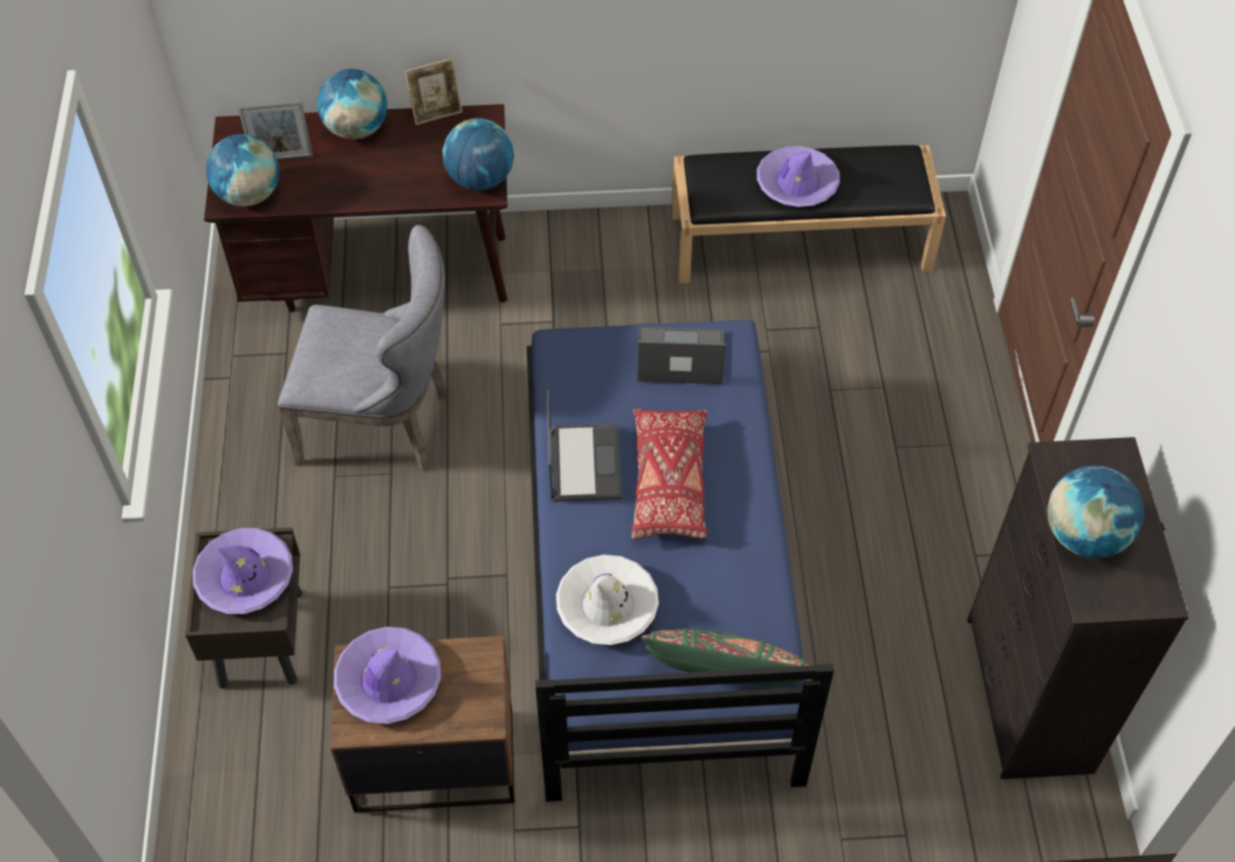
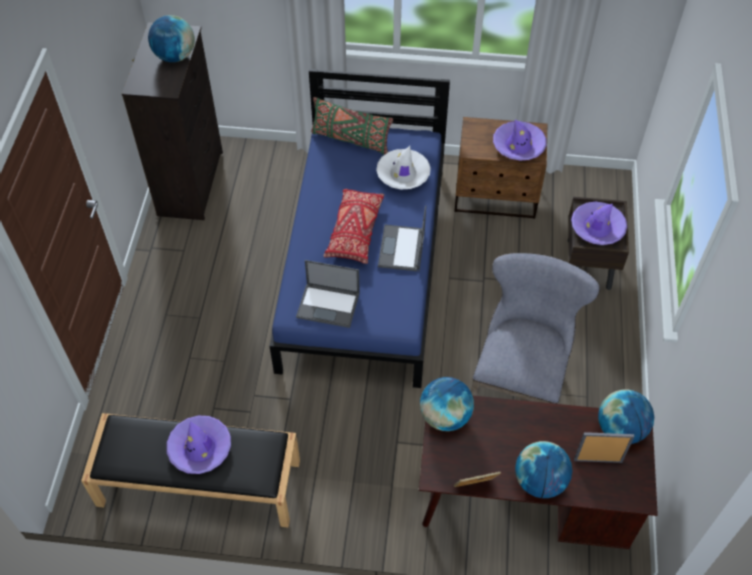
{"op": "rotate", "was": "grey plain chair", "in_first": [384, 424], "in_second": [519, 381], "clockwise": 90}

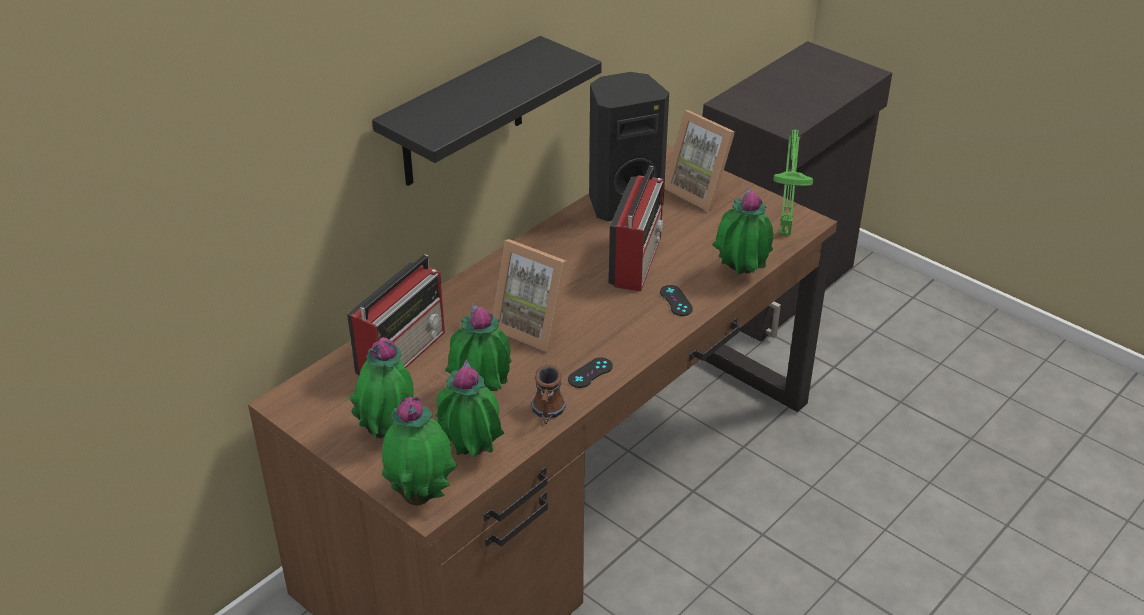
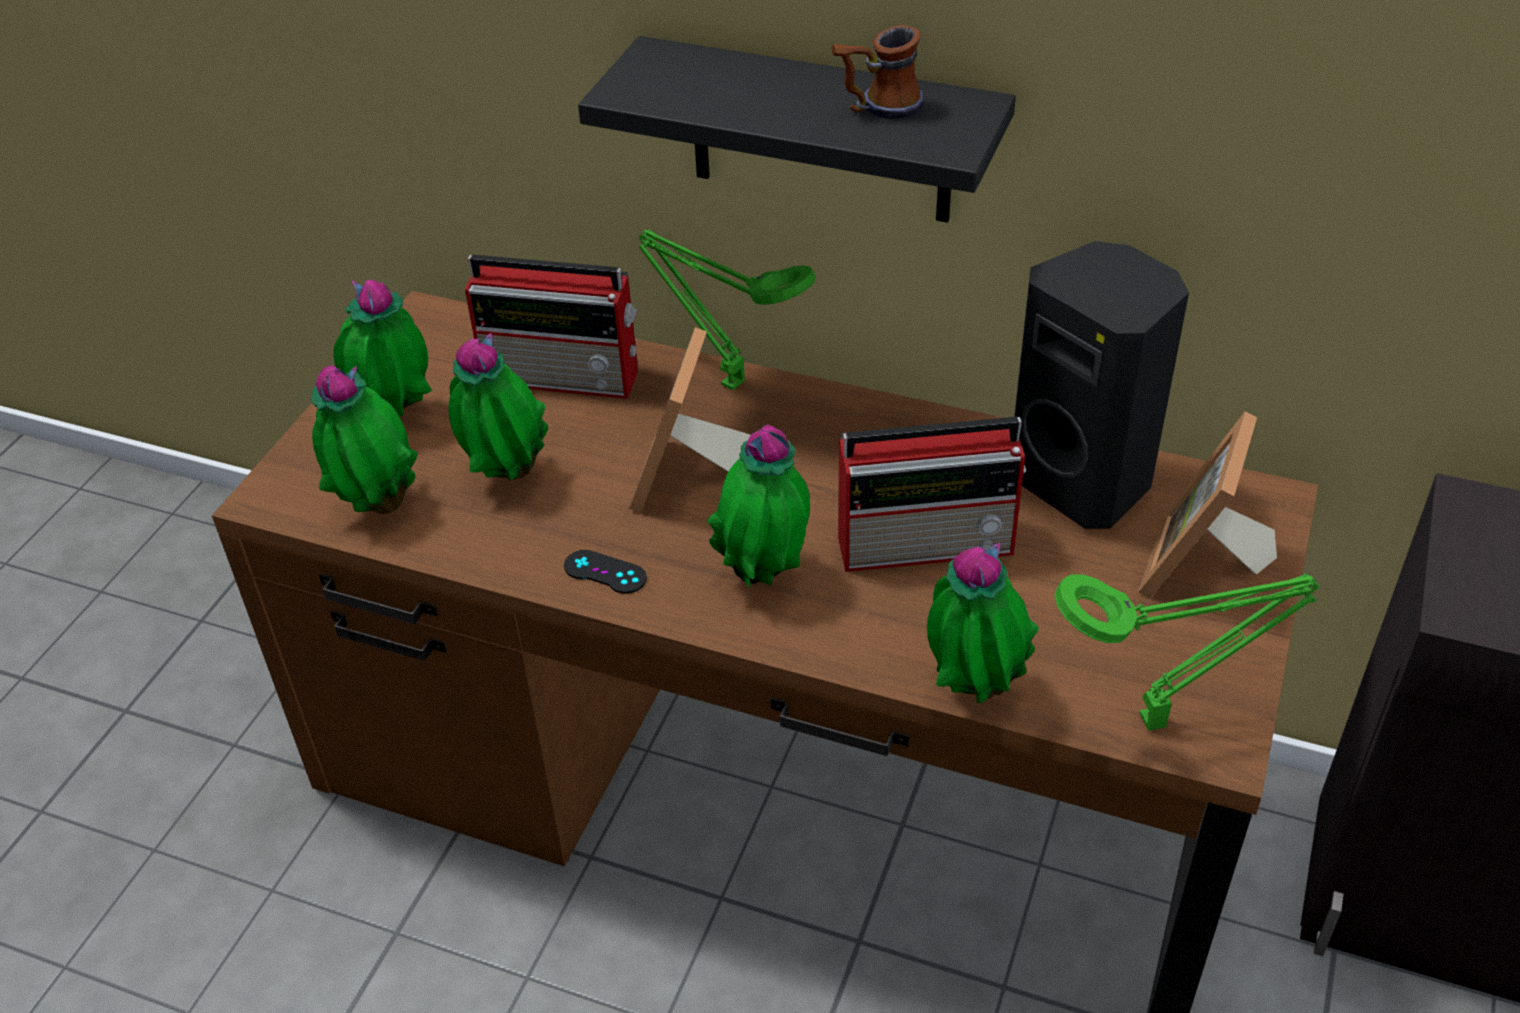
{"op": "delete", "was": "black gamepad", "in_first": [676, 300]}
{"op": "move", "was": "mug", "in_first": [547, 414], "in_second": [877, 108]}
{"op": "move", "was": "potted plant", "in_first": [422, 496], "in_second": [765, 577]}
{"op": "insert", "now": "greenish table lamp", "in_second": [727, 382]}

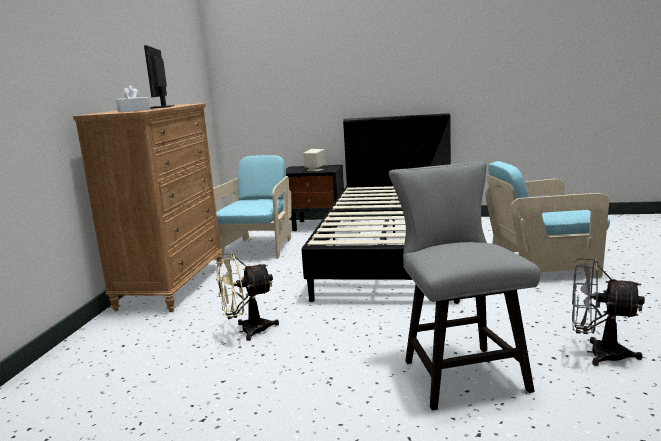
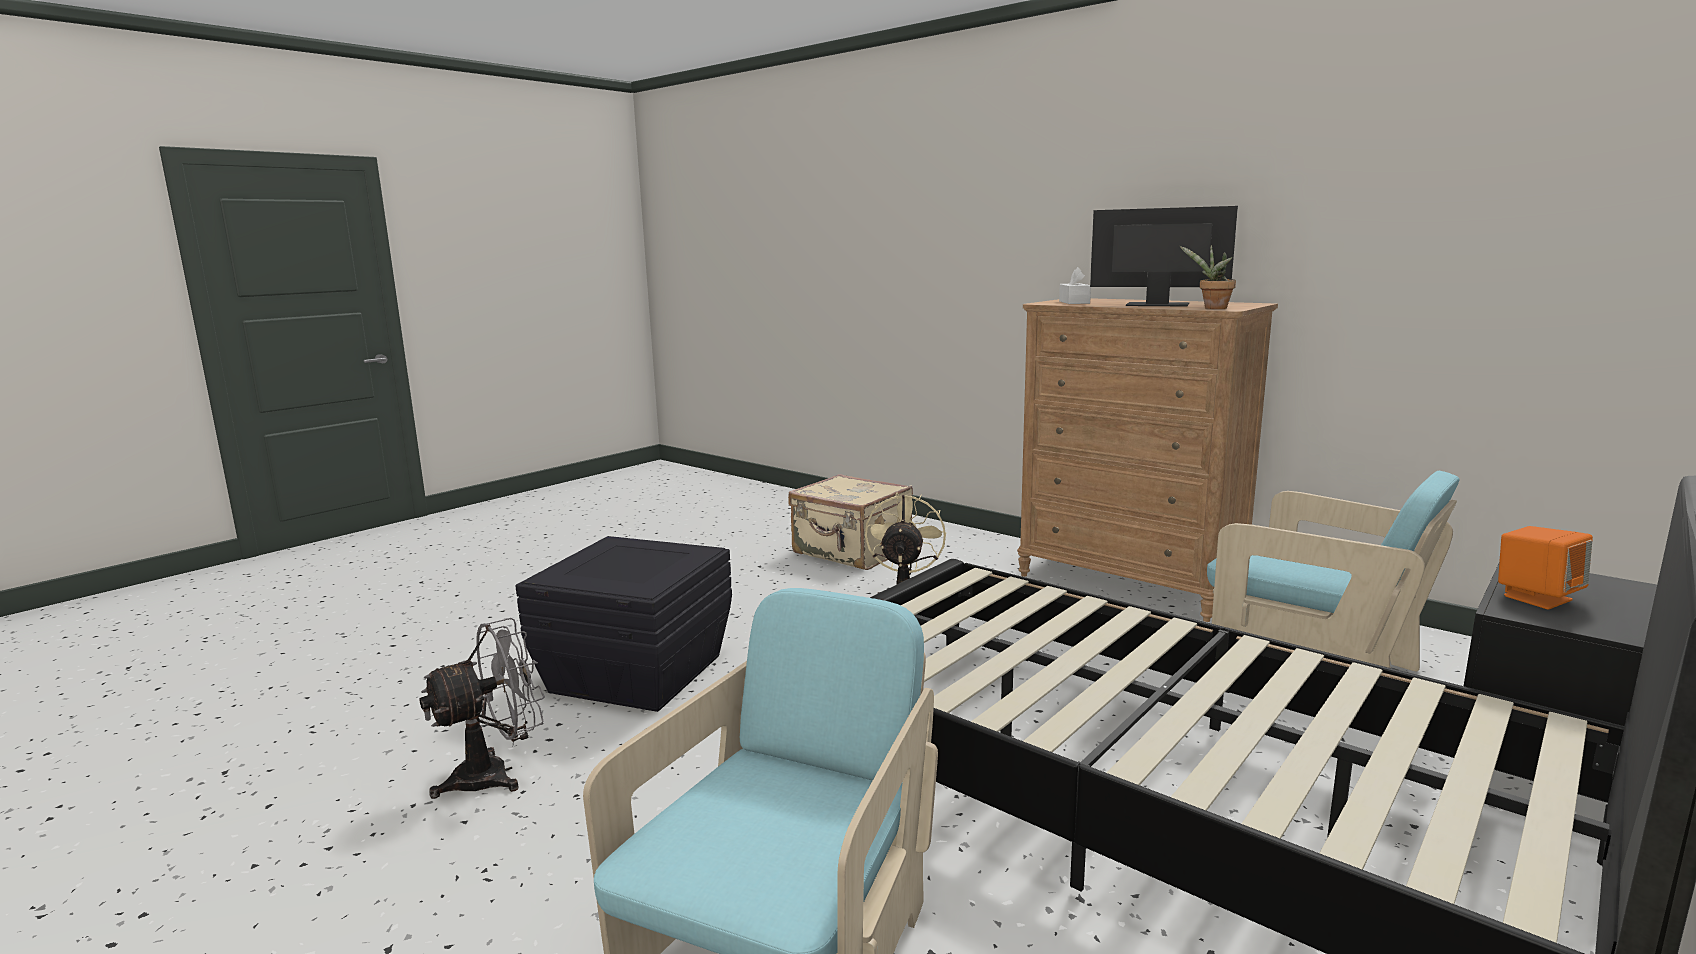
{"op": "recolor", "was": "beige-coloured loudspeaker", "now": "orangey loudspeaker", "in_first": [315, 170], "in_second": [1537, 597]}
{"op": "replace", "was": "grey plain chair", "now": "black storage bin", "in_first": [459, 371], "in_second": [634, 674]}
{"op": "insert", "now": "potted plant", "in_second": [1212, 308]}
{"op": "insert", "now": "beige-coloured suitcase", "in_second": [851, 552]}

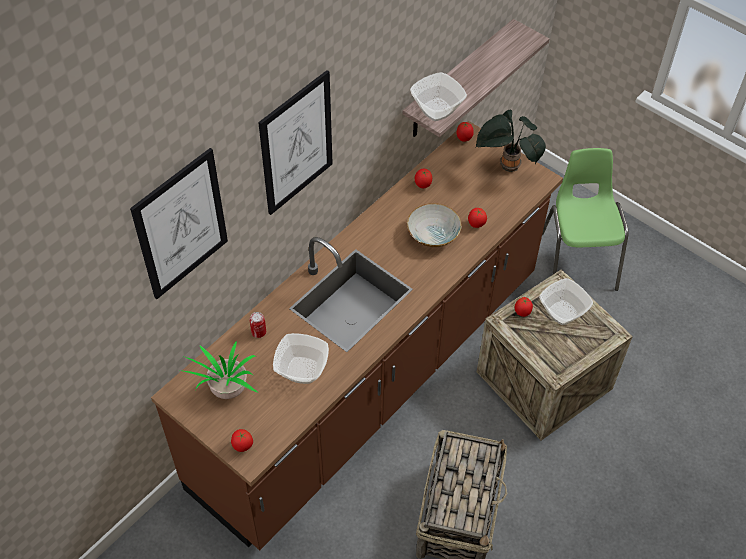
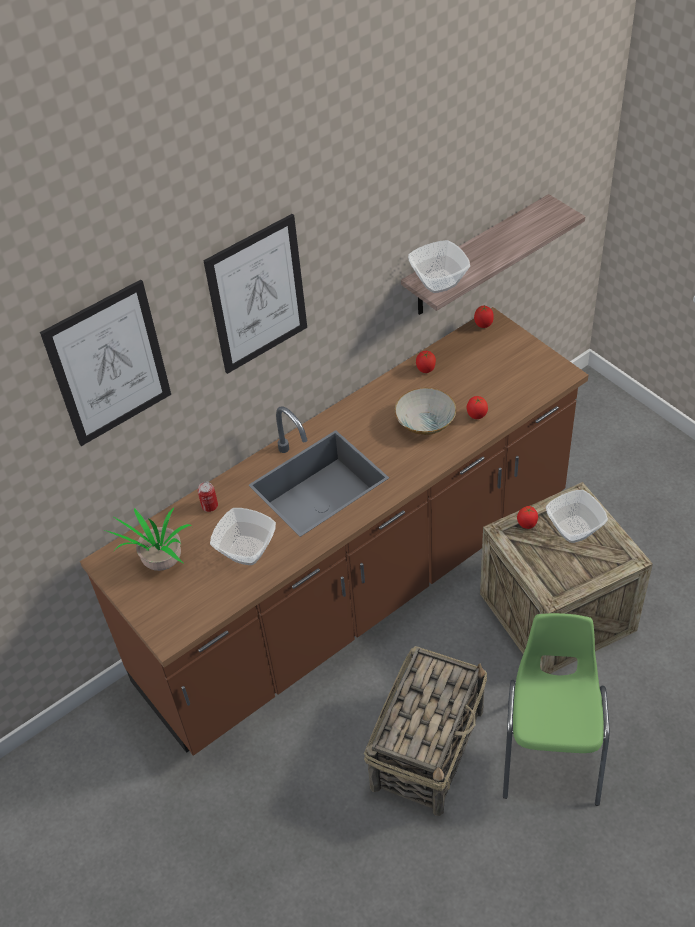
{"op": "delete", "was": "potted plant", "in_first": [507, 166]}
{"op": "move", "was": "greenish plain chair", "in_first": [577, 260], "in_second": [551, 751]}
{"op": "delete", "was": "tomato", "in_first": [243, 446]}

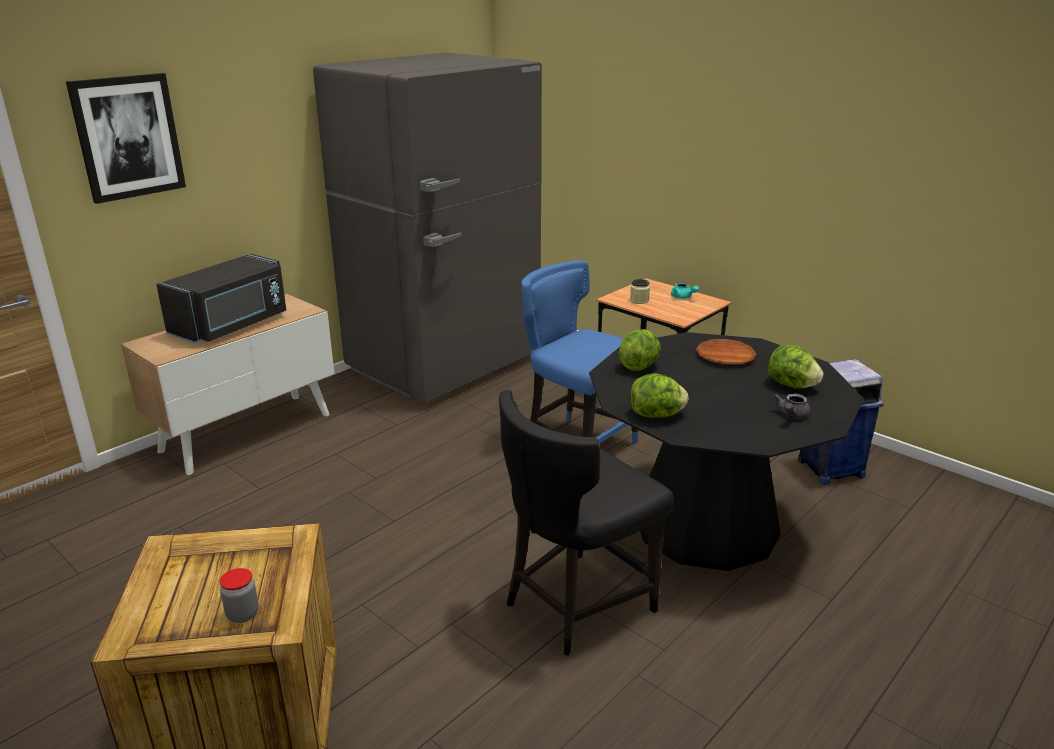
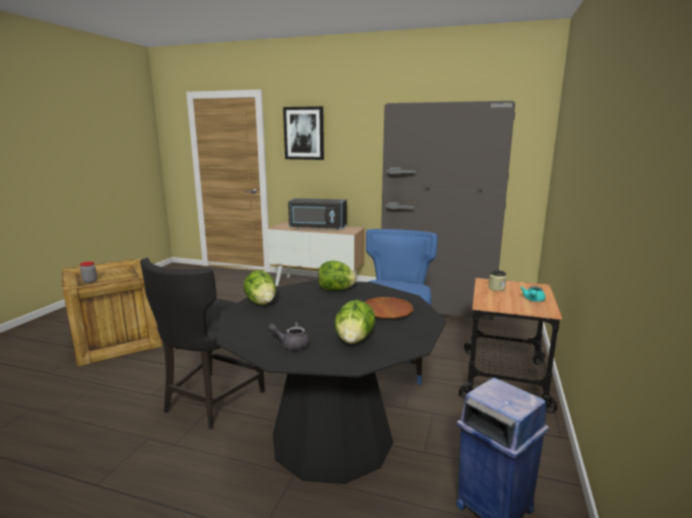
{"op": "rotate", "was": "black plain chair", "in_first": [575, 605], "in_second": [211, 401], "clockwise": -90}

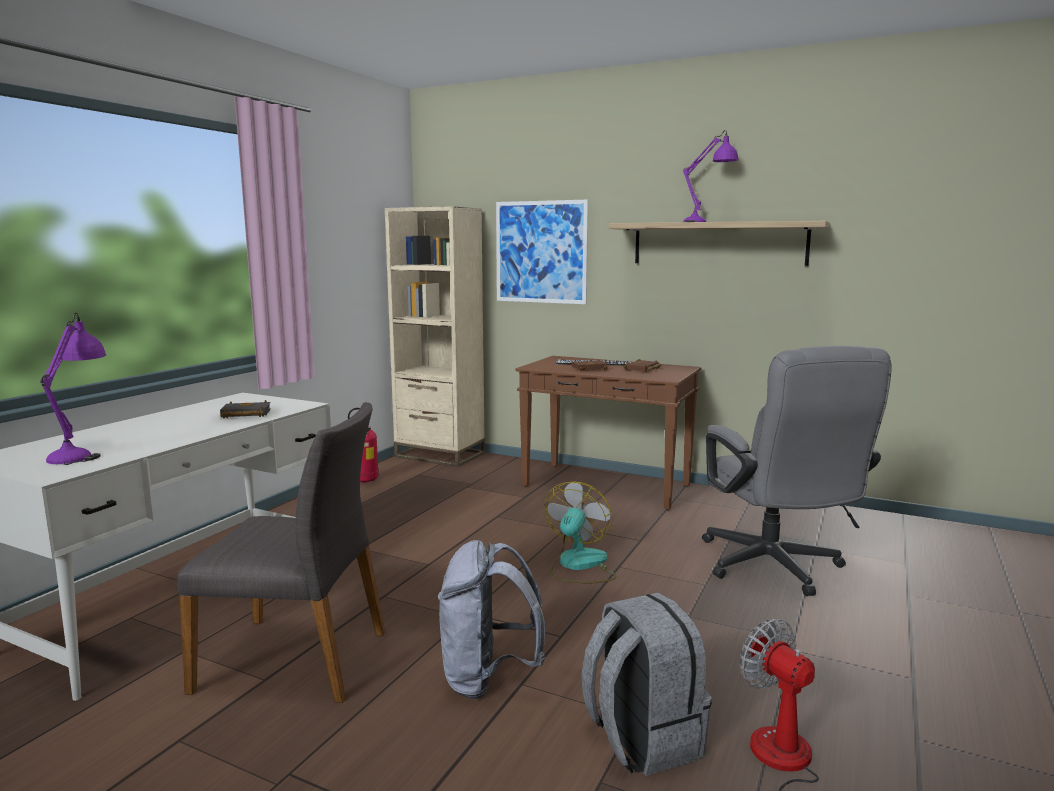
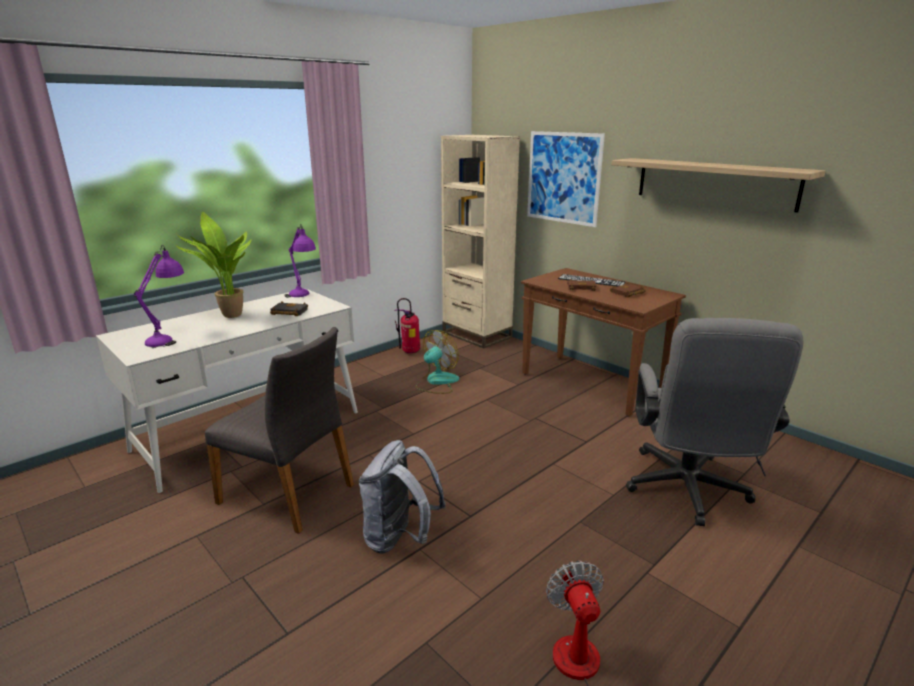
{"op": "move", "was": "purple-coloured table lamp", "in_first": [707, 222], "in_second": [303, 297]}
{"op": "move", "was": "cooling fan", "in_first": [579, 565], "in_second": [437, 382]}
{"op": "delete", "was": "grey knapsack", "in_first": [641, 738]}
{"op": "insert", "now": "potted plant", "in_second": [229, 316]}

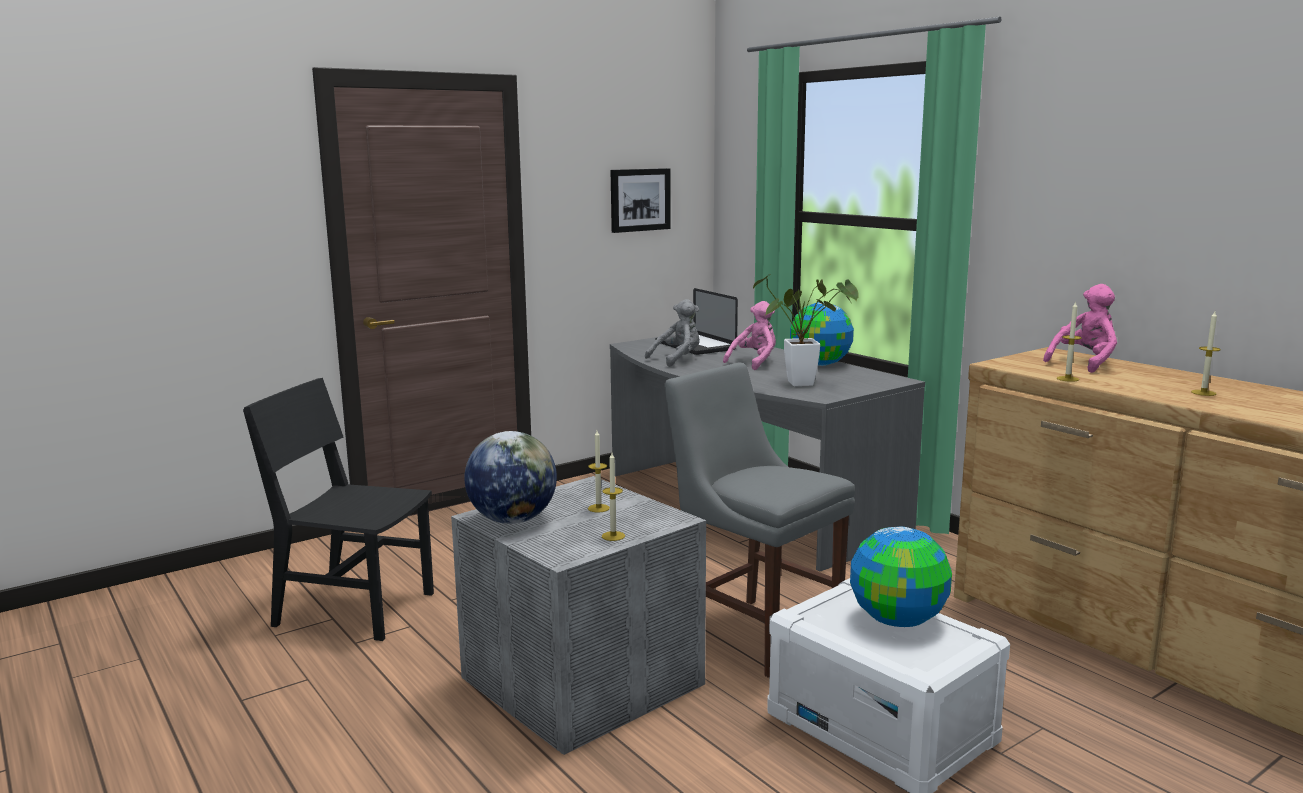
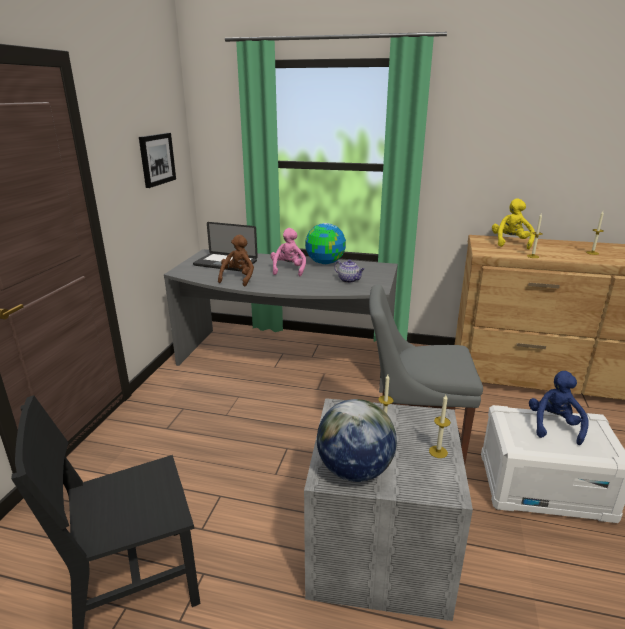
{"op": "replace", "was": "potted plant", "now": "tea pot", "in_first": [807, 383], "in_second": [349, 280]}
{"op": "recolor", "was": "pink soft toy", "now": "yellowish soft toy", "in_first": [1084, 363], "in_second": [510, 243]}
{"op": "recolor", "was": "grey soft toy", "now": "brownish soft toy", "in_first": [677, 359], "in_second": [238, 278]}
{"op": "replace", "was": "globe", "now": "blue soft toy", "in_first": [898, 620], "in_second": [554, 426]}

